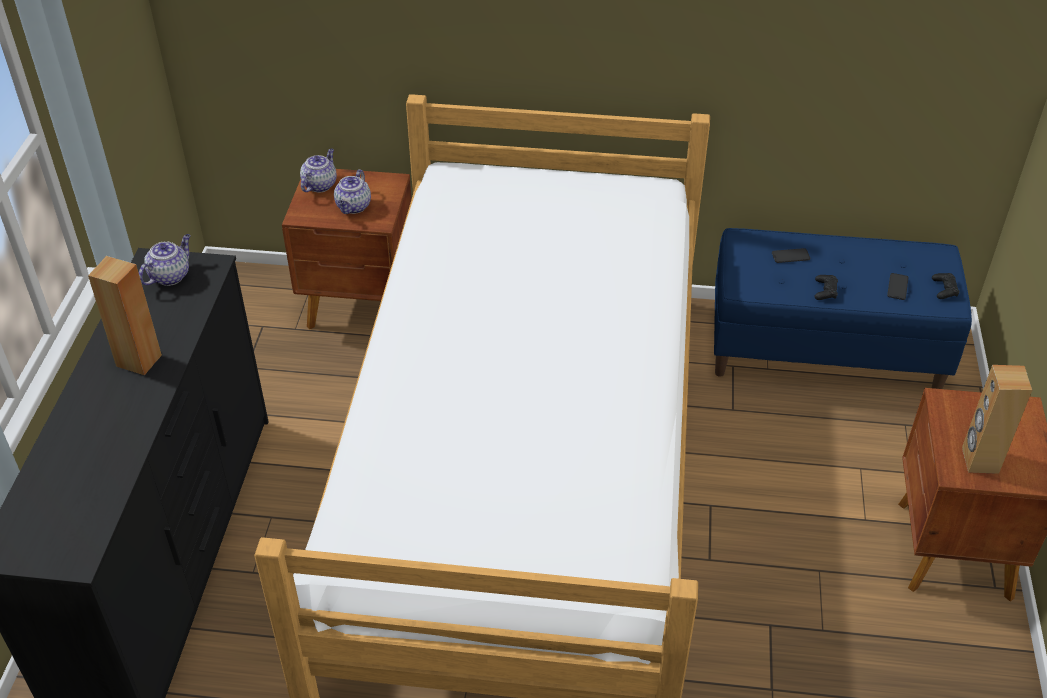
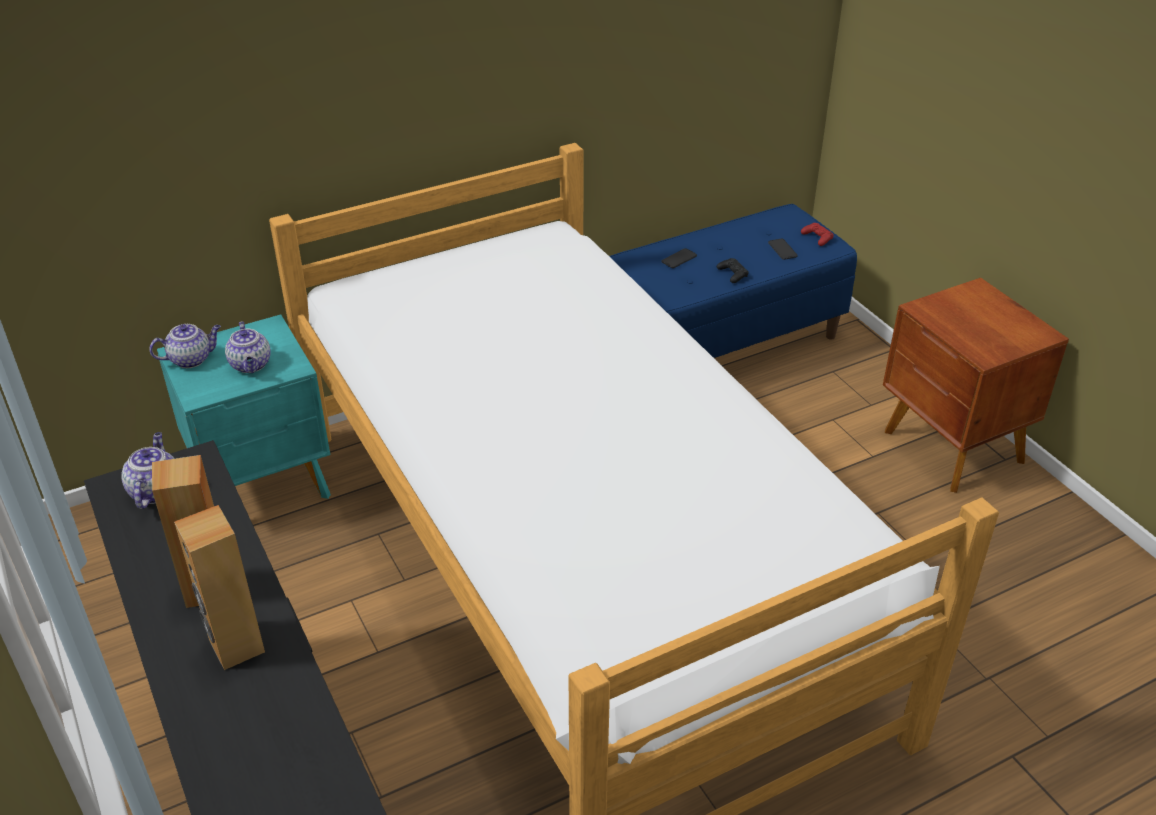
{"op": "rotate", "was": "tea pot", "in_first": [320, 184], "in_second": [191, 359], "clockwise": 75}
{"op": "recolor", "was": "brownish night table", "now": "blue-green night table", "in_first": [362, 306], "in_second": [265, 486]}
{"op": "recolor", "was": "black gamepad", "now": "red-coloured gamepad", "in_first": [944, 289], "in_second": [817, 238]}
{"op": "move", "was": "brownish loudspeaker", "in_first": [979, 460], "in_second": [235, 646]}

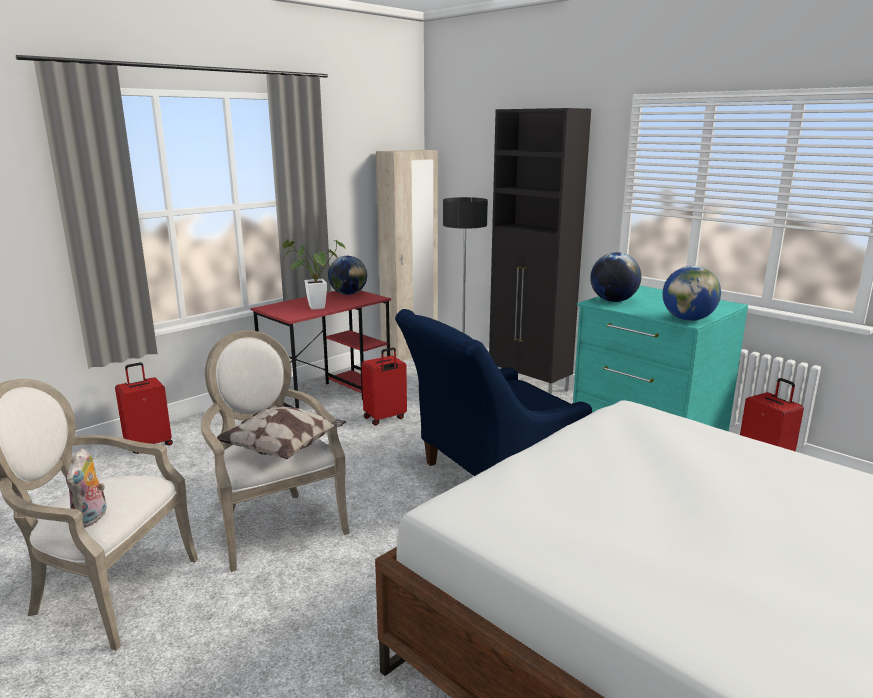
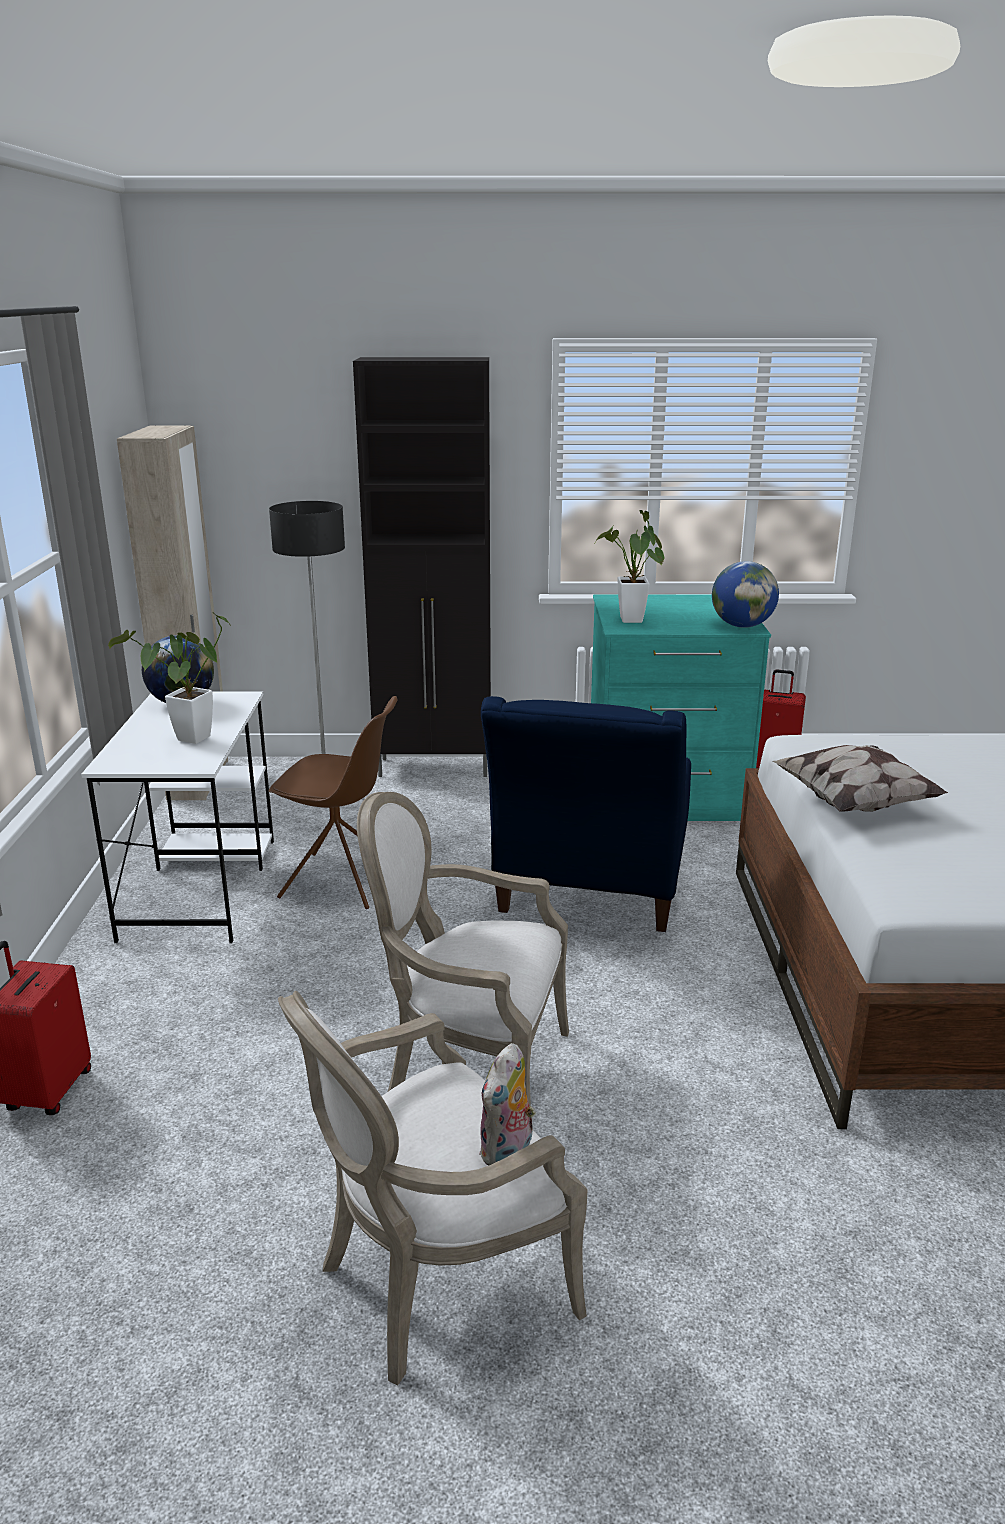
{"op": "replace", "was": "globe", "now": "potted plant", "in_first": [613, 301], "in_second": [631, 622]}
{"op": "recolor", "was": "red-coloured desk unit", "now": "whitish desk unit", "in_first": [328, 396], "in_second": [201, 886]}
{"op": "replace", "was": "red-coloured suitcase", "now": "brownish plain chair", "in_first": [385, 418], "in_second": [341, 881]}
{"op": "move", "was": "cushion", "in_first": [284, 449], "in_second": [854, 802]}
{"op": "rotate", "was": "soft toy", "in_first": [92, 518], "in_second": [508, 1152], "clockwise": 75}

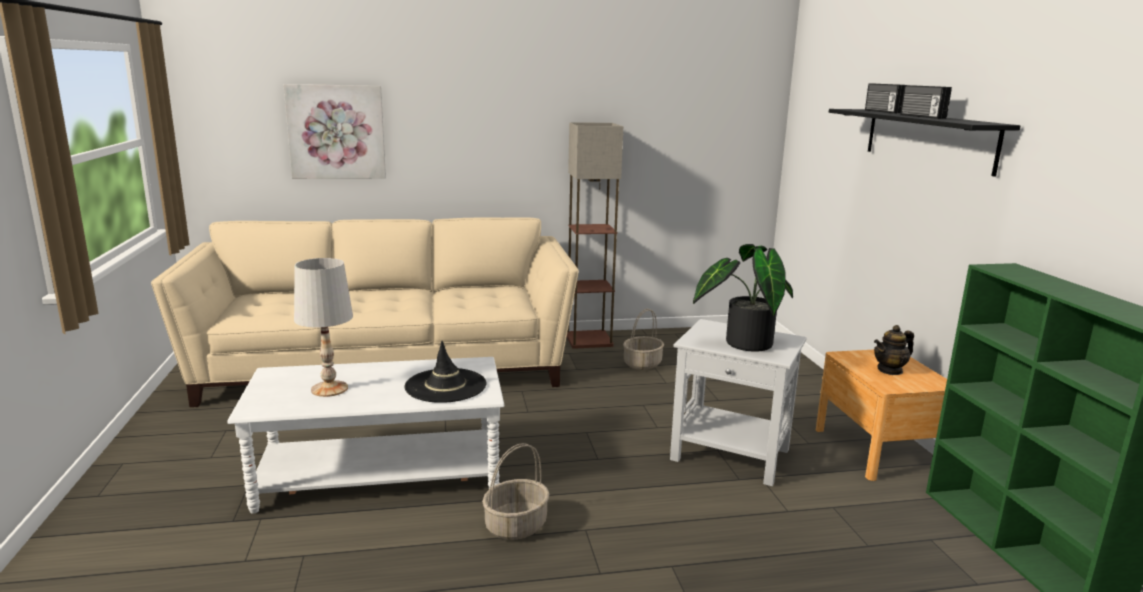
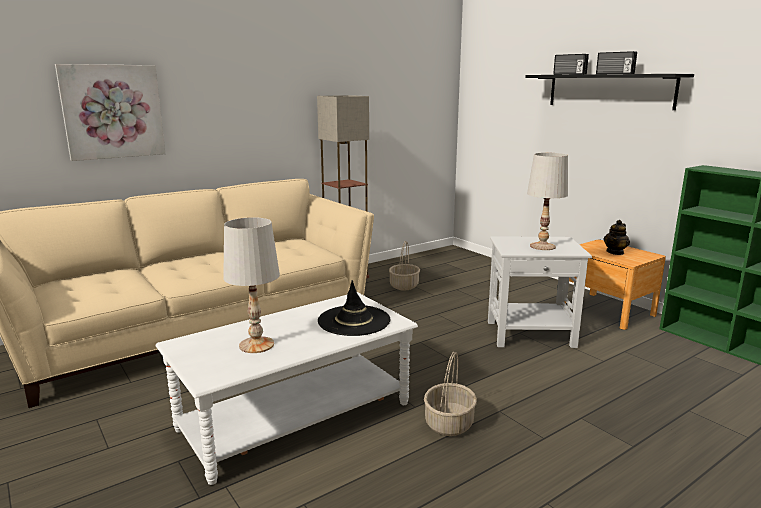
{"op": "replace", "was": "potted plant", "now": "whitish table lamp", "in_first": [743, 343], "in_second": [542, 246]}

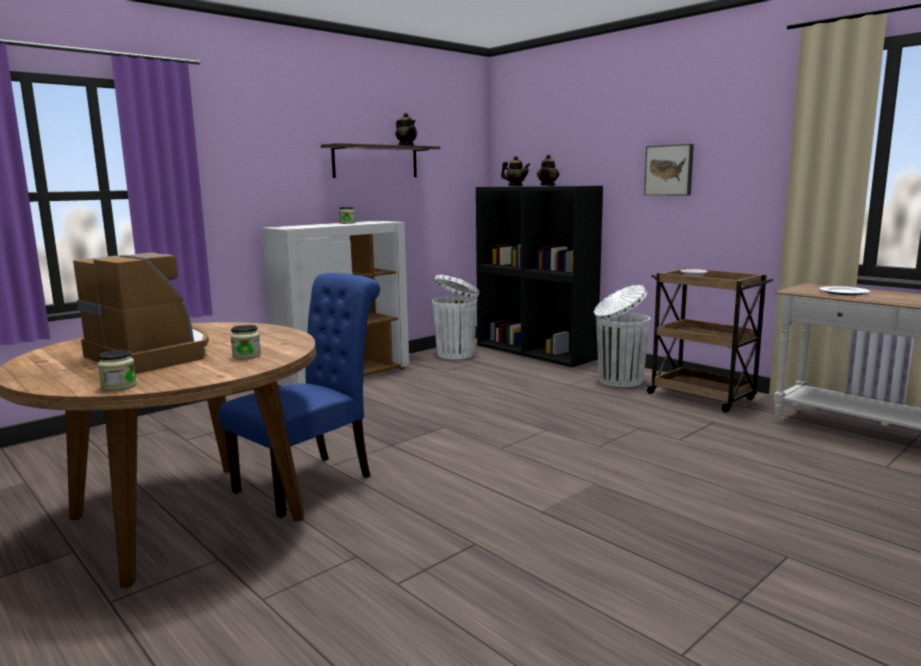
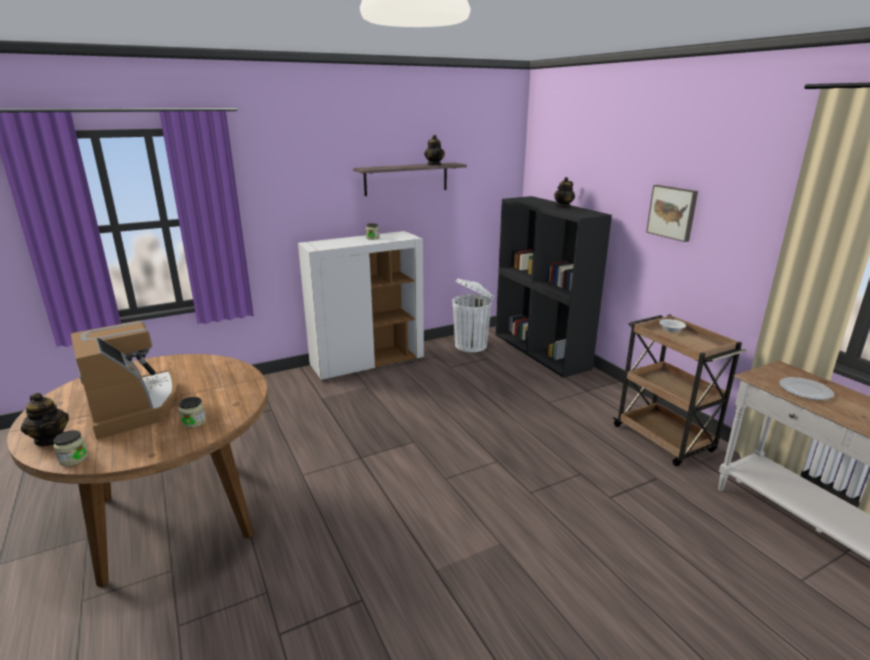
{"op": "move", "was": "tea pot", "in_first": [515, 186], "in_second": [51, 439]}
{"op": "delete", "was": "blue plain chair", "in_first": [311, 481]}
{"op": "delete", "was": "whitish waste bin", "in_first": [619, 380]}

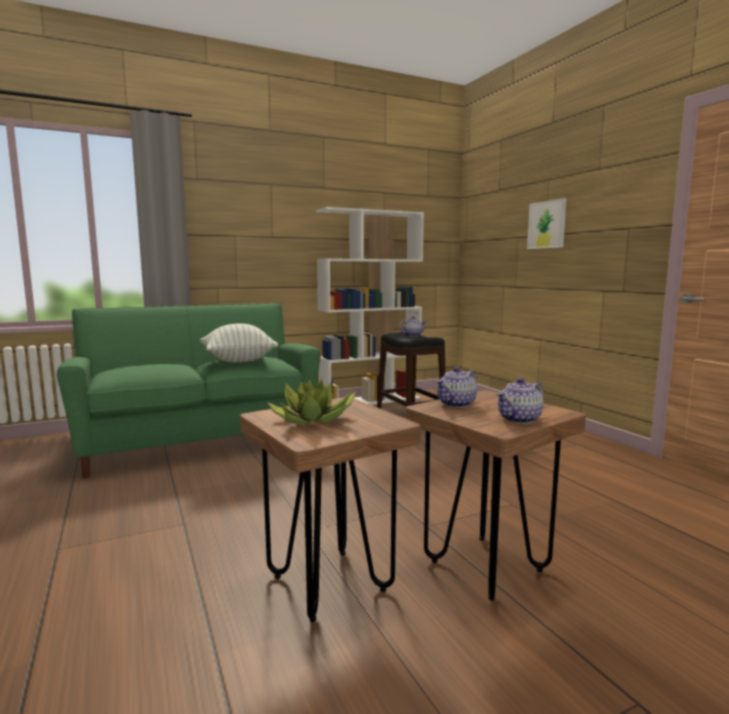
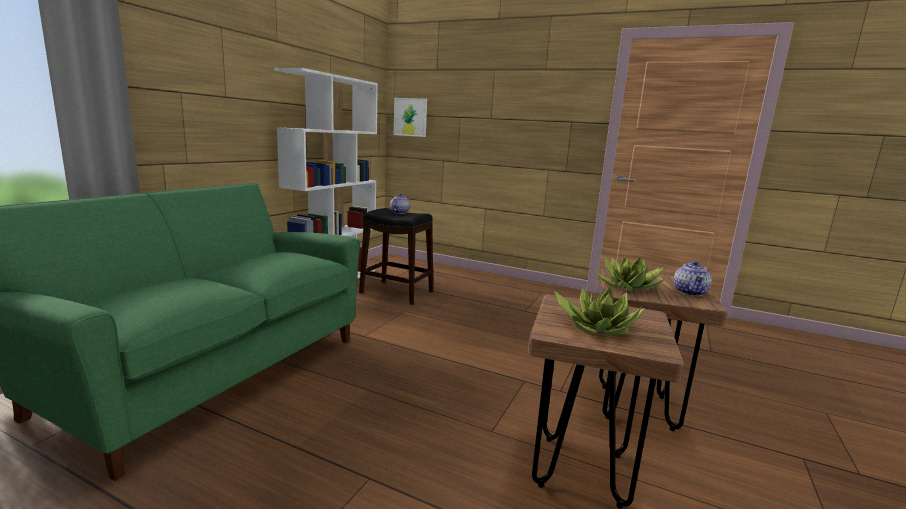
{"op": "move", "was": "picture", "in_first": [547, 225], "in_second": [410, 117]}
{"op": "delete", "was": "cushion", "in_first": [238, 360]}
{"op": "replace", "was": "tea pot", "now": "potted plant", "in_first": [456, 404], "in_second": [628, 286]}

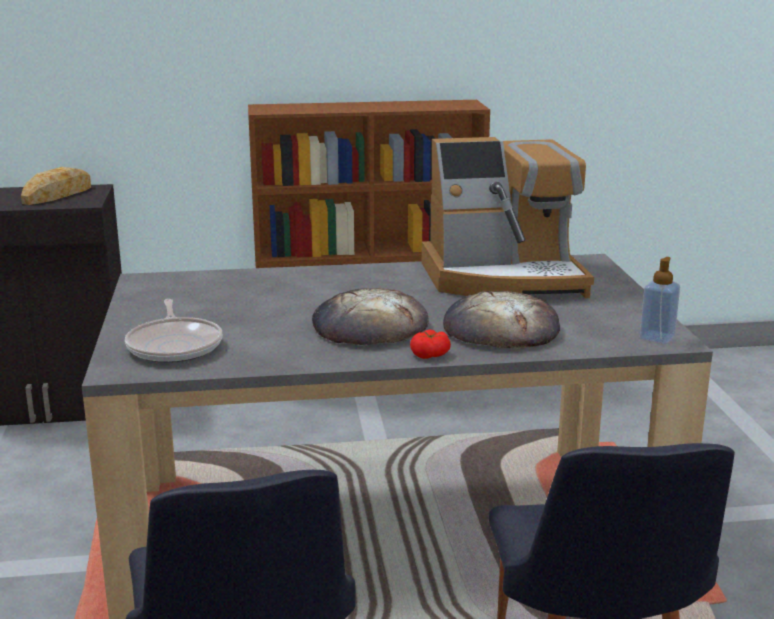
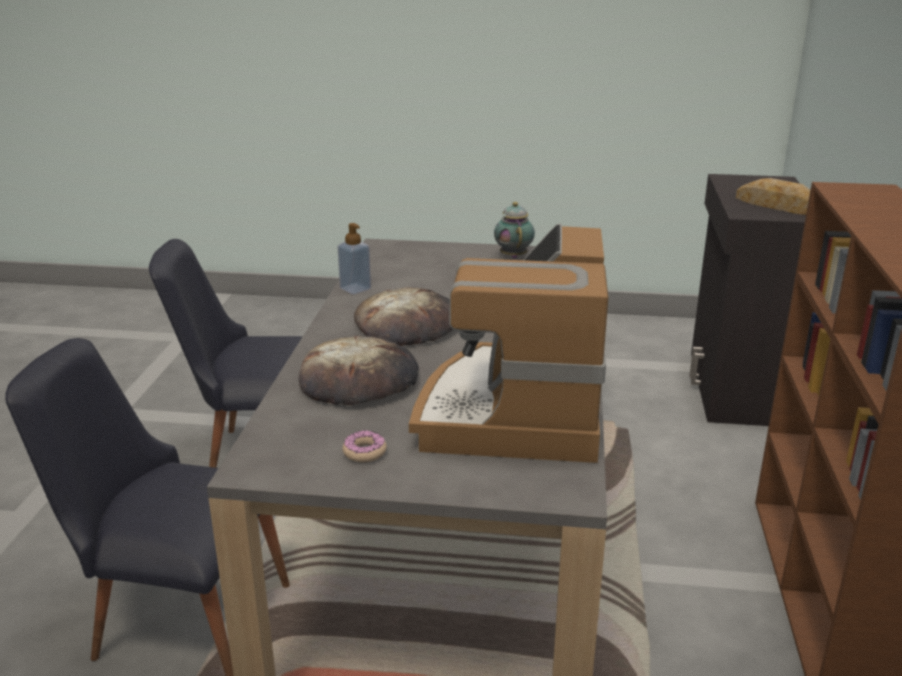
{"op": "move", "was": "soap dispenser", "in_first": [657, 338], "in_second": [355, 289]}
{"op": "delete", "was": "skillet", "in_first": [175, 345]}
{"op": "delete", "was": "tomato", "in_first": [430, 355]}
{"op": "insert", "now": "tea pot", "in_second": [513, 255]}
{"op": "insert", "now": "ring doughnut", "in_second": [364, 452]}

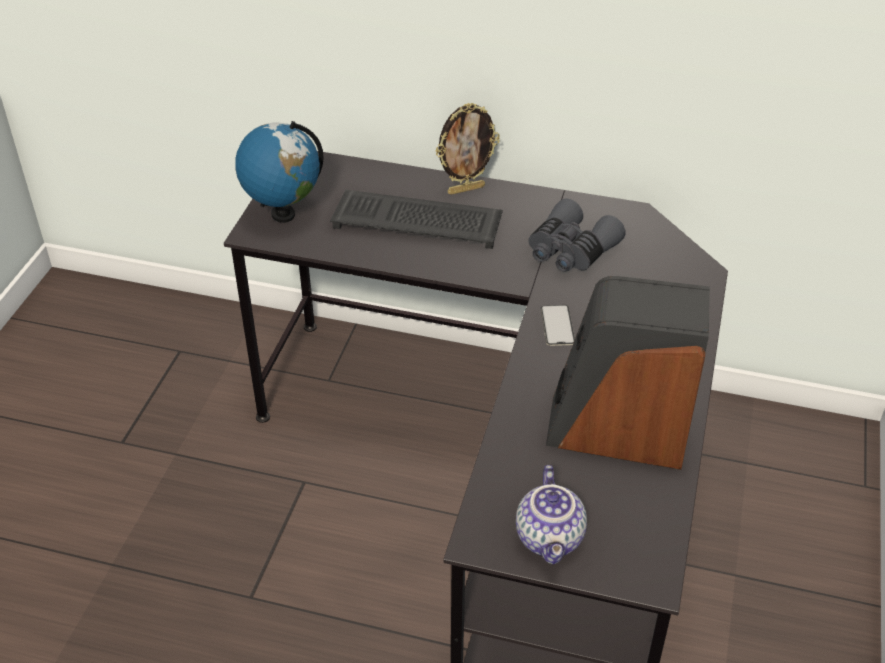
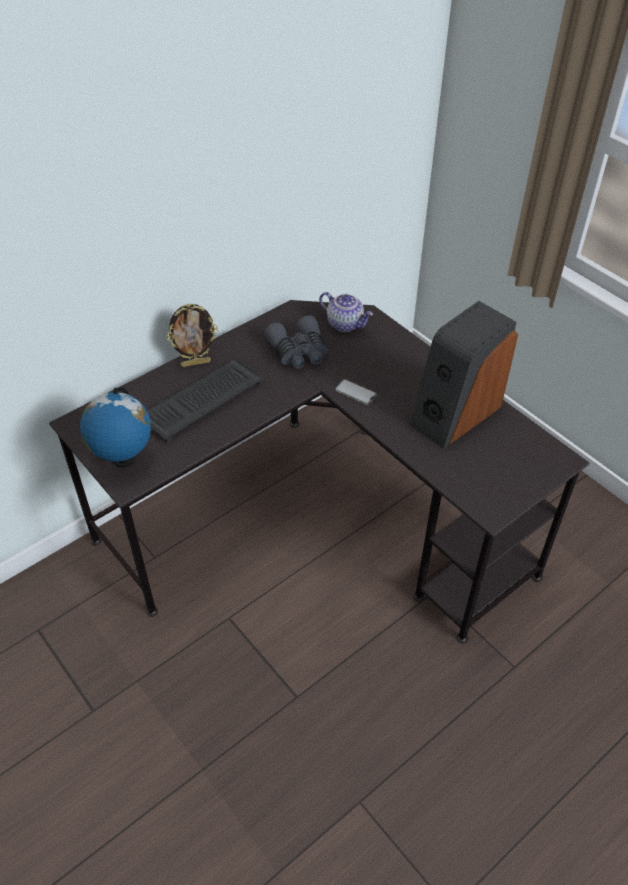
{"op": "rotate", "was": "photo frame", "in_first": [466, 189], "in_second": [196, 363], "clockwise": 60}
{"op": "move", "was": "tea pot", "in_first": [551, 538], "in_second": [346, 324]}

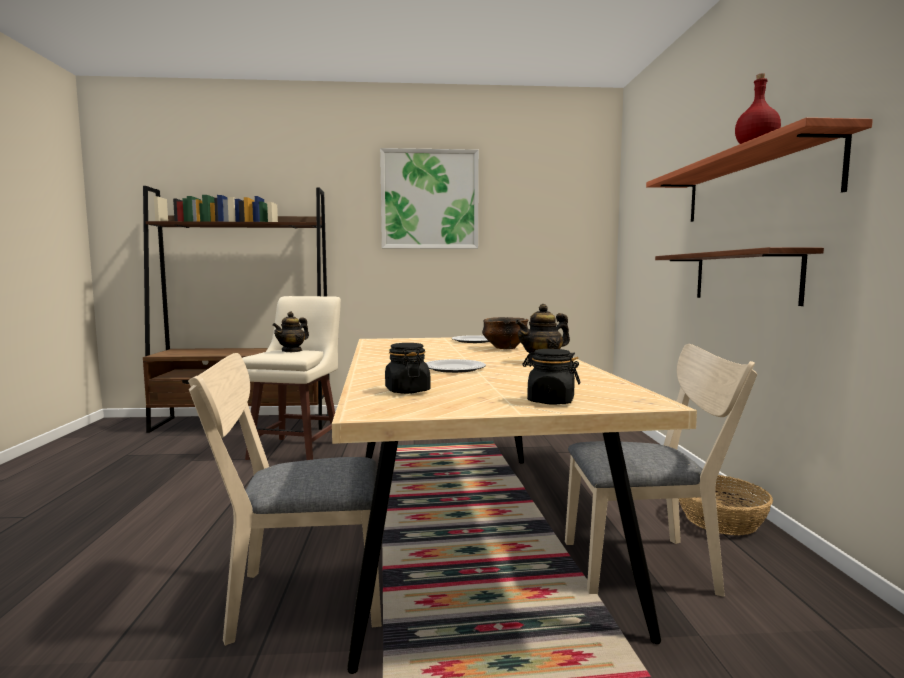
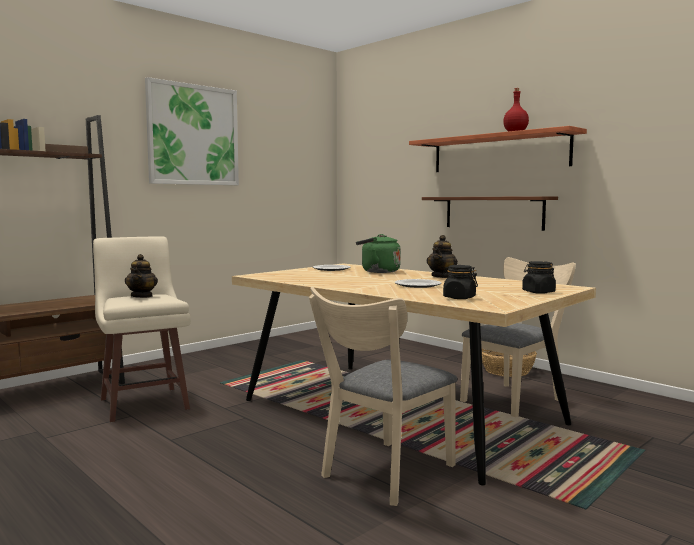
{"op": "replace", "was": "bowl", "now": "greenish tea kettle", "in_first": [505, 348], "in_second": [378, 271]}

